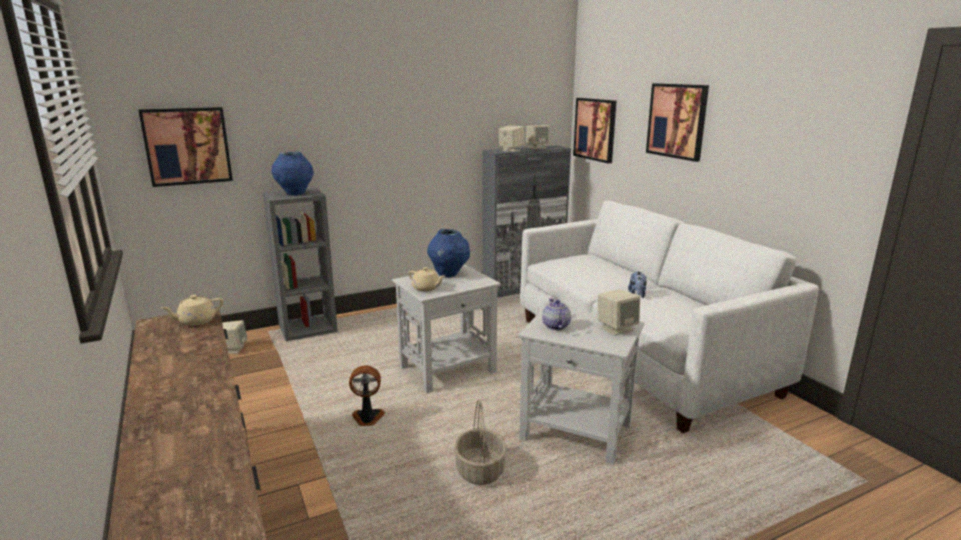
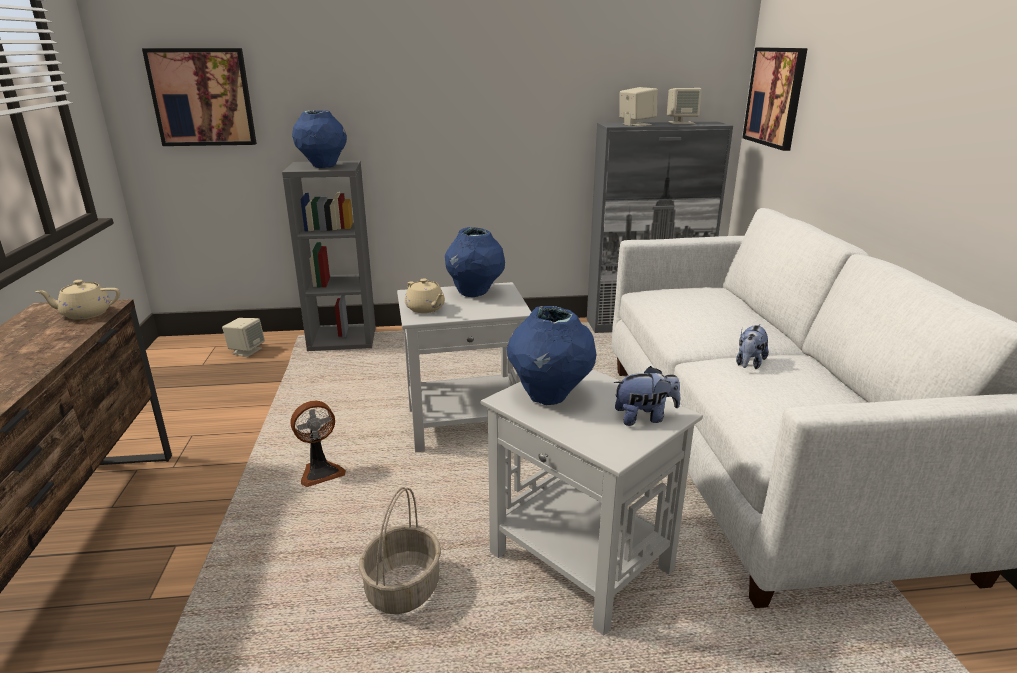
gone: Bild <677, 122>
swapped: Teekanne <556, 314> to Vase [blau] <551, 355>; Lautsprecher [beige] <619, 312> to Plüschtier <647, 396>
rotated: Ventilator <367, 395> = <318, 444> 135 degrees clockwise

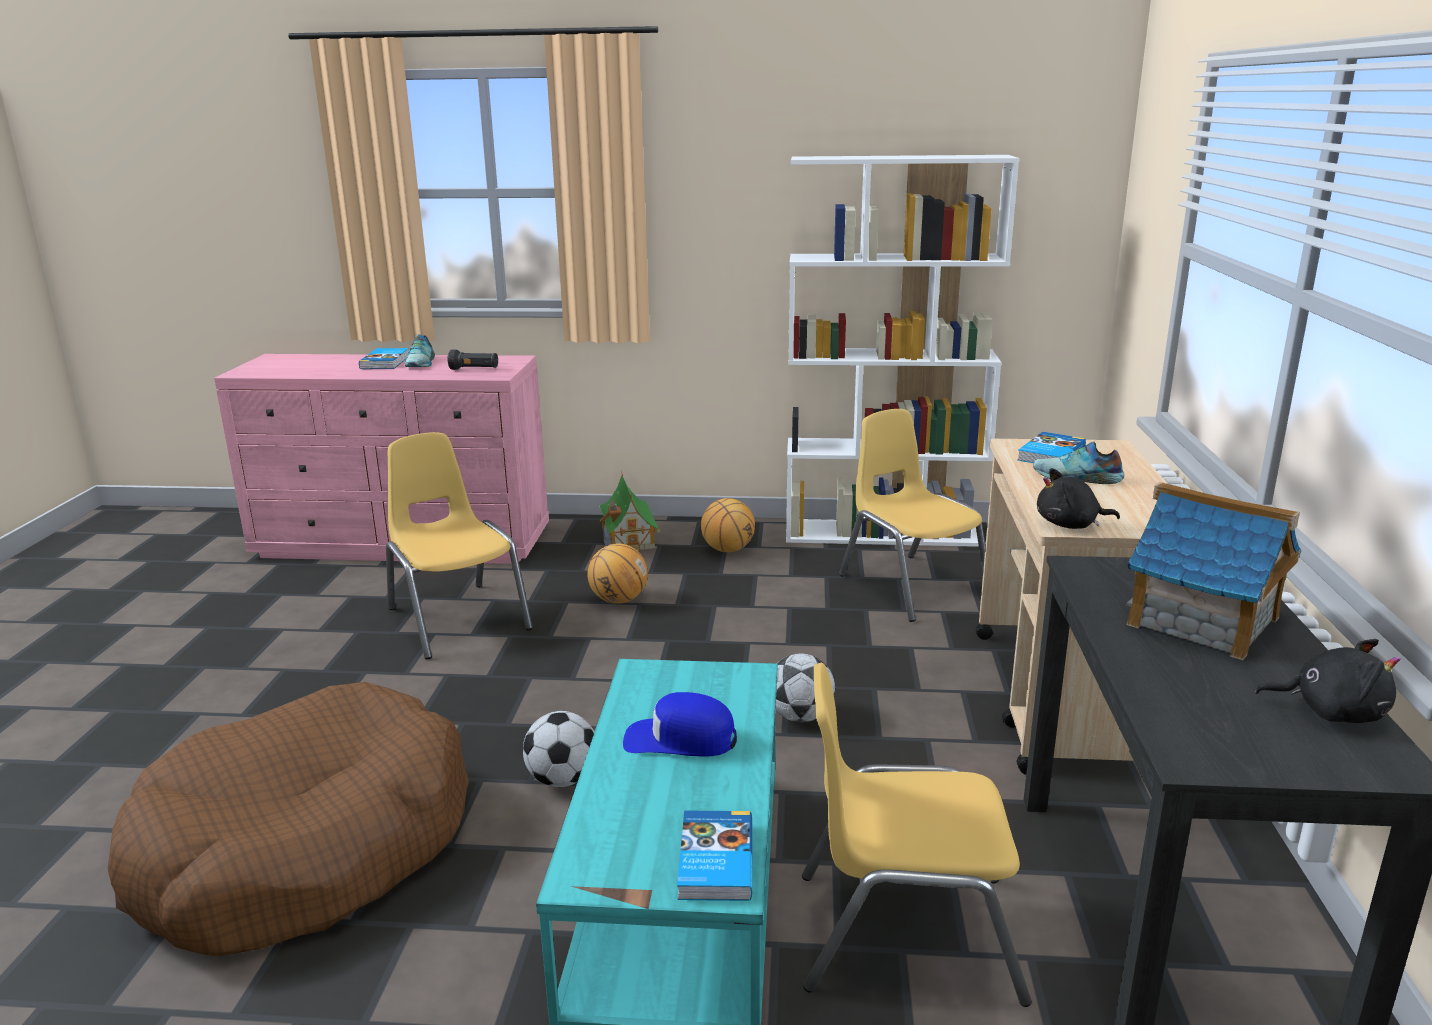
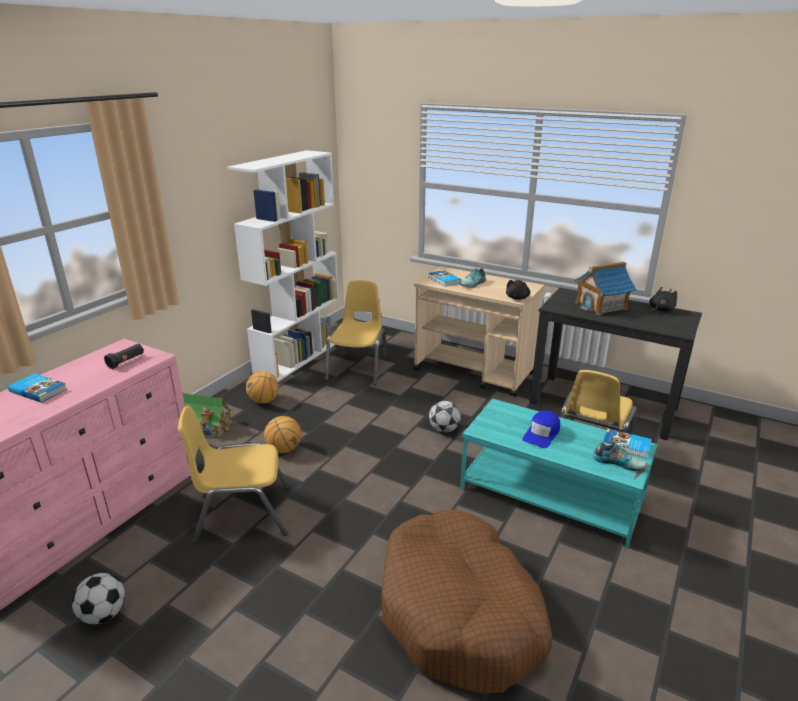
shifted: Schuh <420, 350> to <620, 456>; Fußball <558, 749> to <98, 598>
rotated: Stuhl [gelb] <912, 515> = <356, 333> 105 degrees clockwise

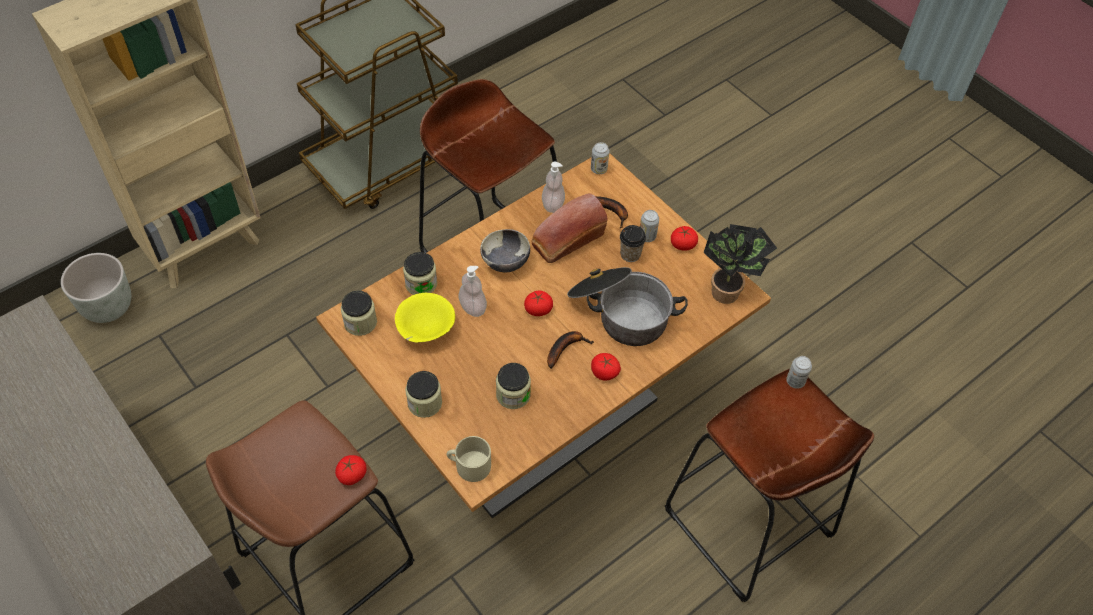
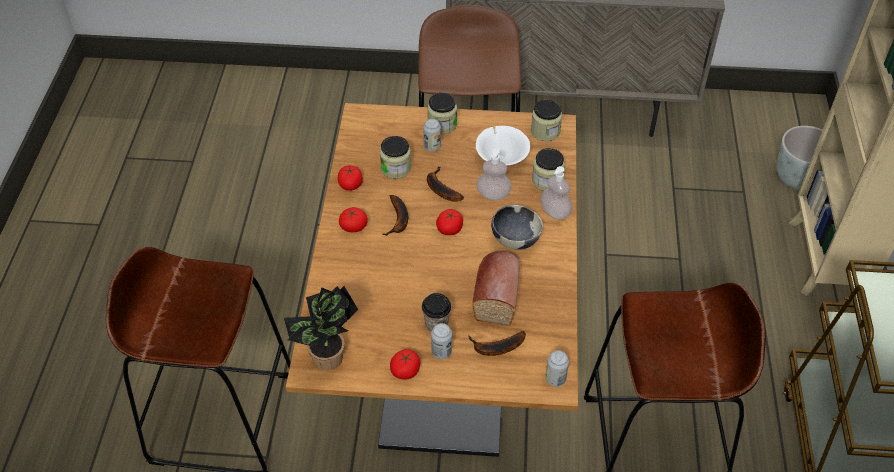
gone: Henkelbecher [beige] <469, 459>; Kochtopf <627, 306>
new: Banane <445, 184>
shifted: Tomate <351, 470> to <350, 178>; Seifenspender <553, 187> to <556, 193>; Dose <799, 372> to <432, 135>
repainted: Schüssel [gelb] <425, 317> to Schüssel [weiß] <503, 146>

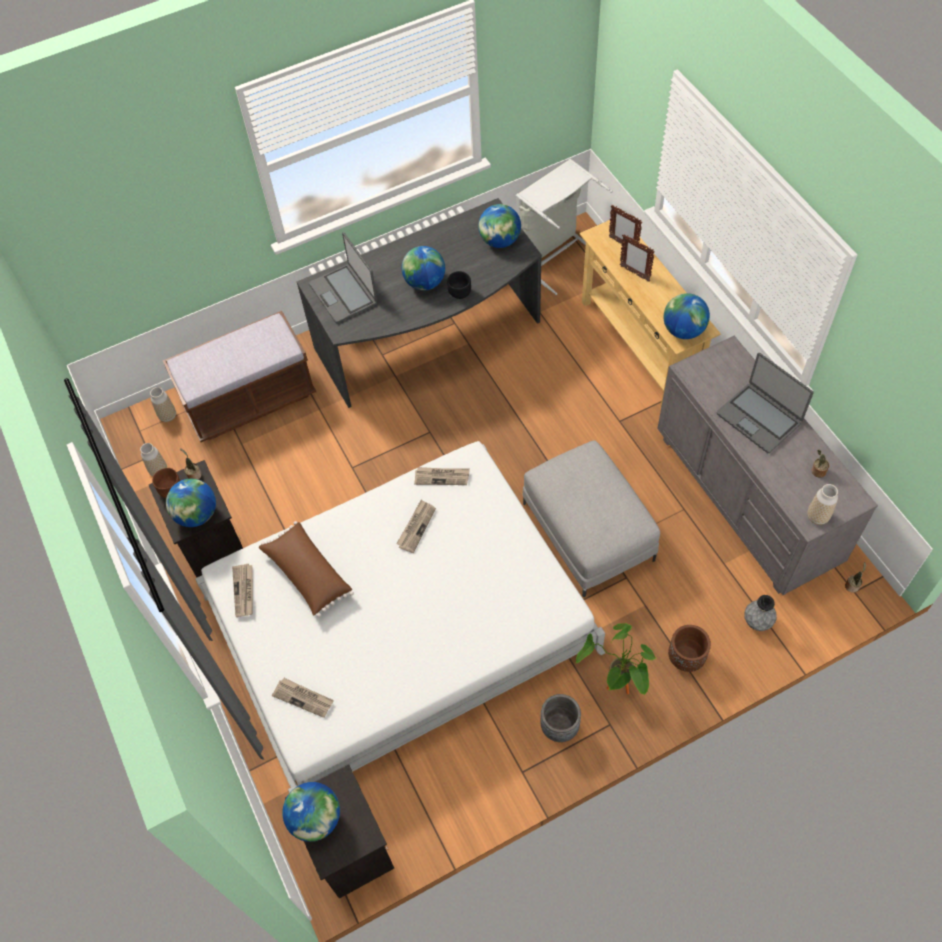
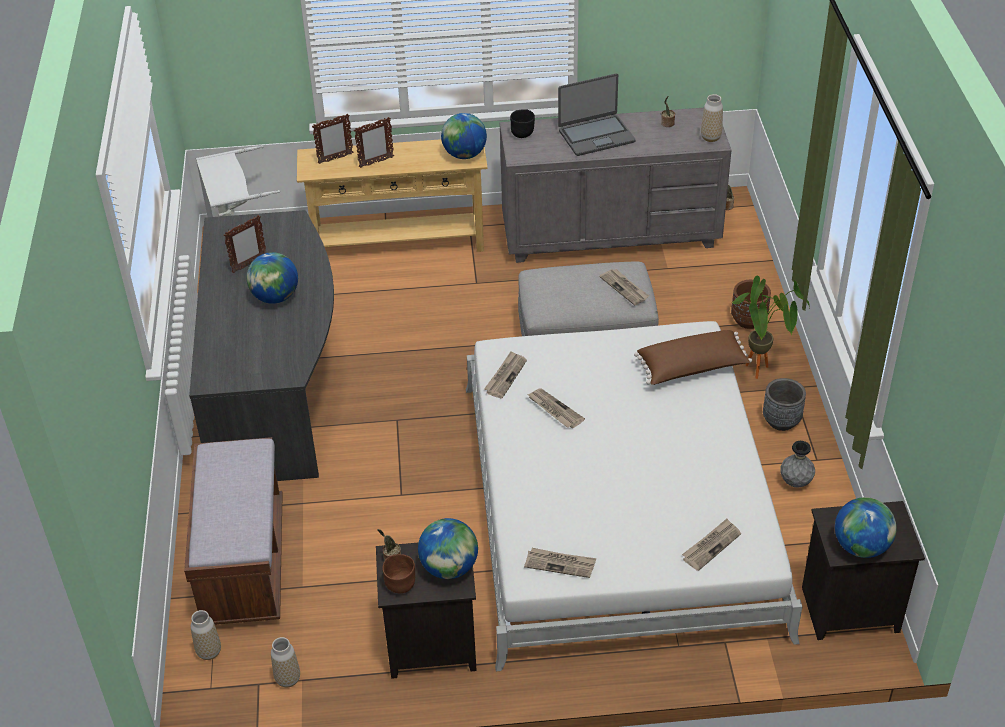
gone: Laptop <343, 277>; Globus <499, 226>
new: Bilderrahmen <245, 244>; Zeitung <624, 287>
shifted: Kissen [braun] <306, 569> to <693, 357>; Schüssel [schwarz] <459, 285> to <522, 123>; Vase [grau] <760, 613> to <797, 464>

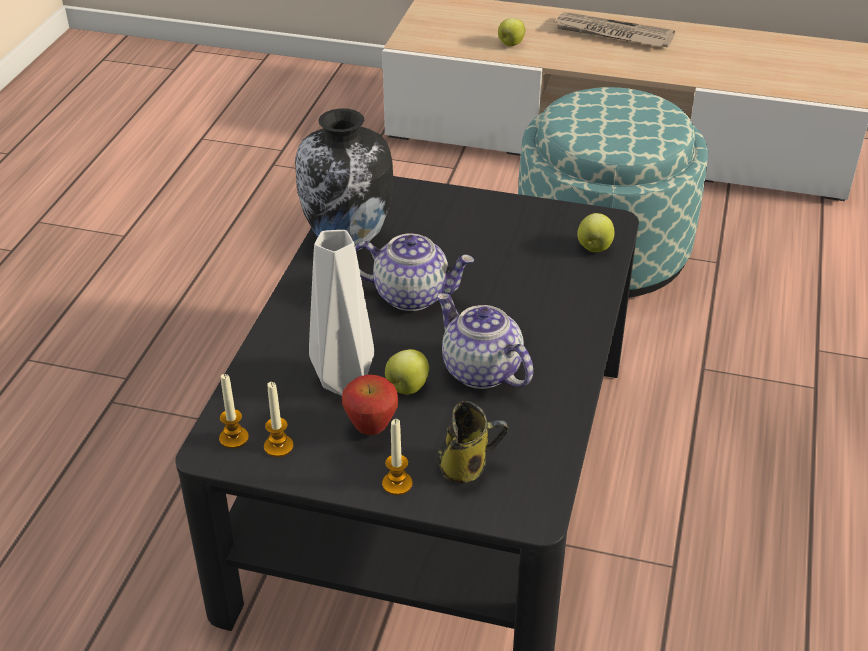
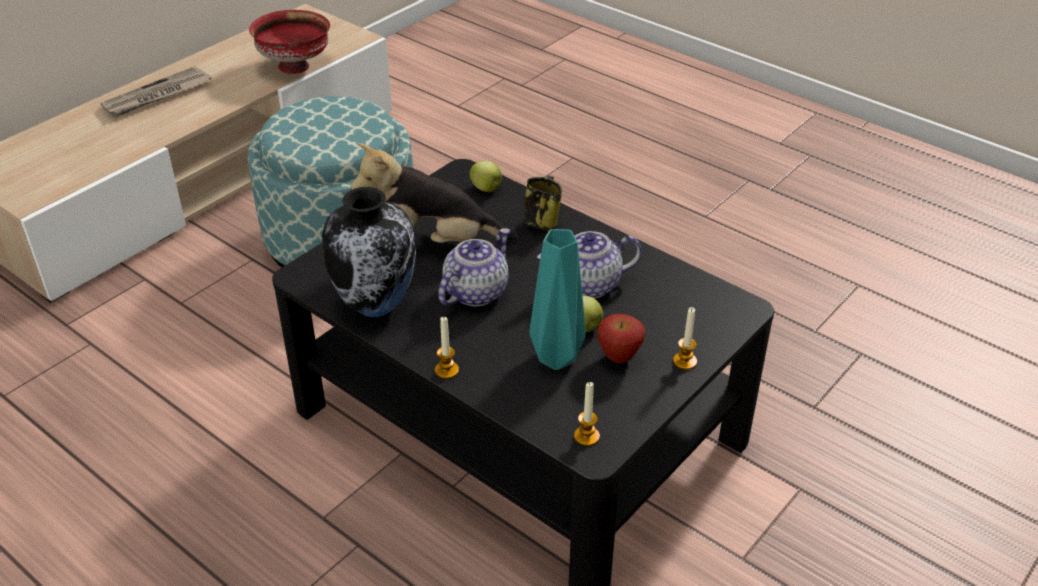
gone: Apfel <512, 32>
new: Schüssel [rot] <289, 42>; Plüschtier <434, 193>
shifted: Kerze <279, 419> to <447, 348>; Henkelbecher <472, 442> to <543, 203>
repainted: Vase [weiß] <341, 313> to Vase [türkis] <557, 299>

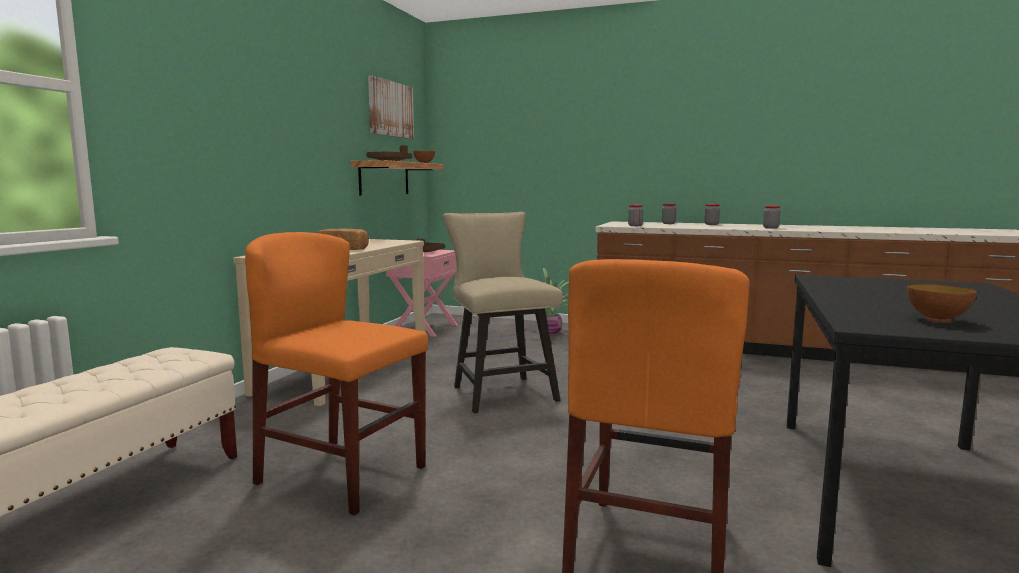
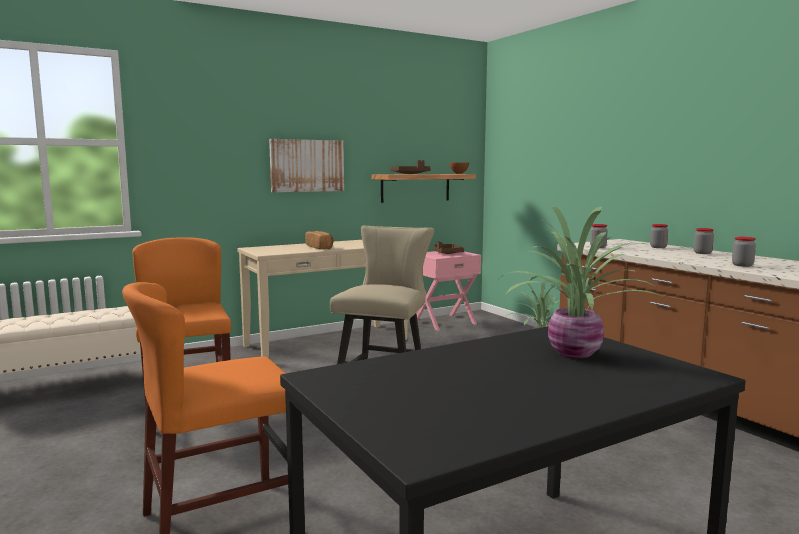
gone: Schüssel <942, 303>
new: Topfpflanze <584, 282>
shifted: Bild <391, 107> to <306, 165>

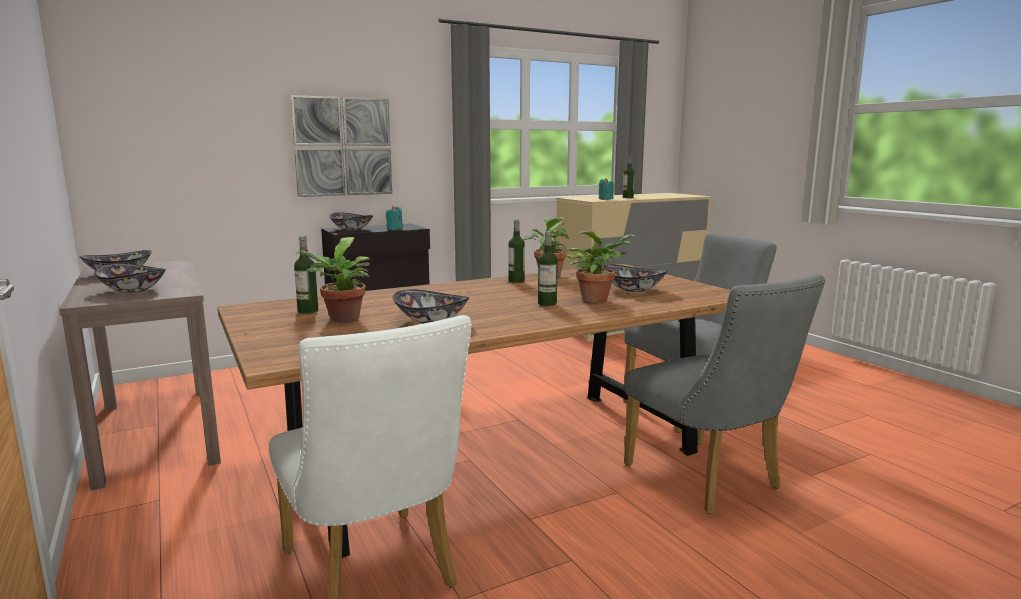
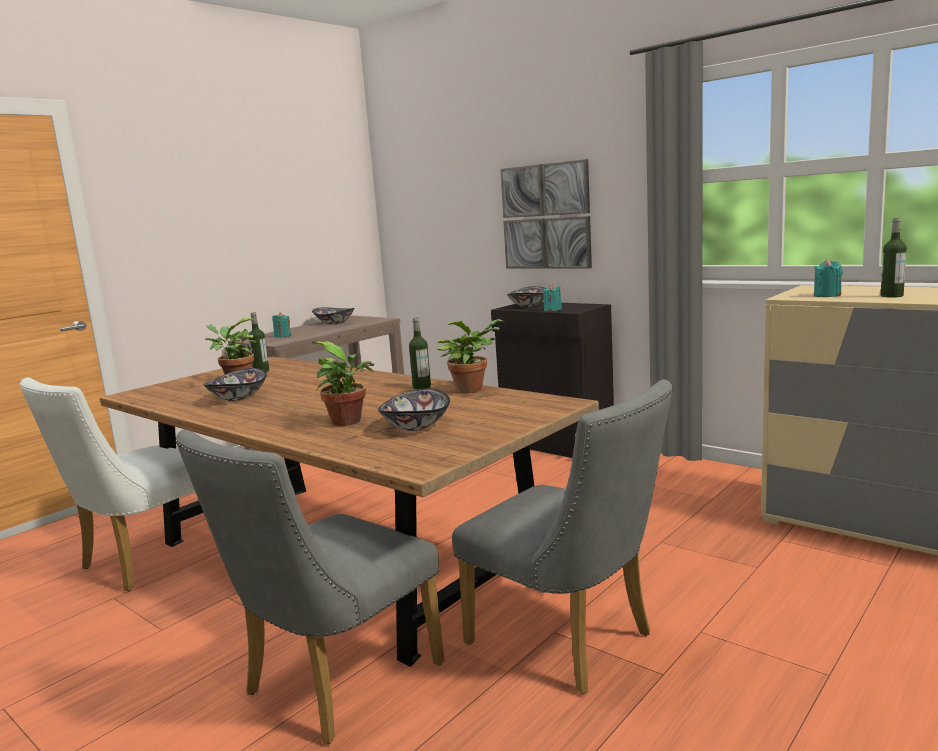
gone: Flasche <548, 269>
swapped: Schüssel <130, 278> to Kerze [türkis] <281, 325>

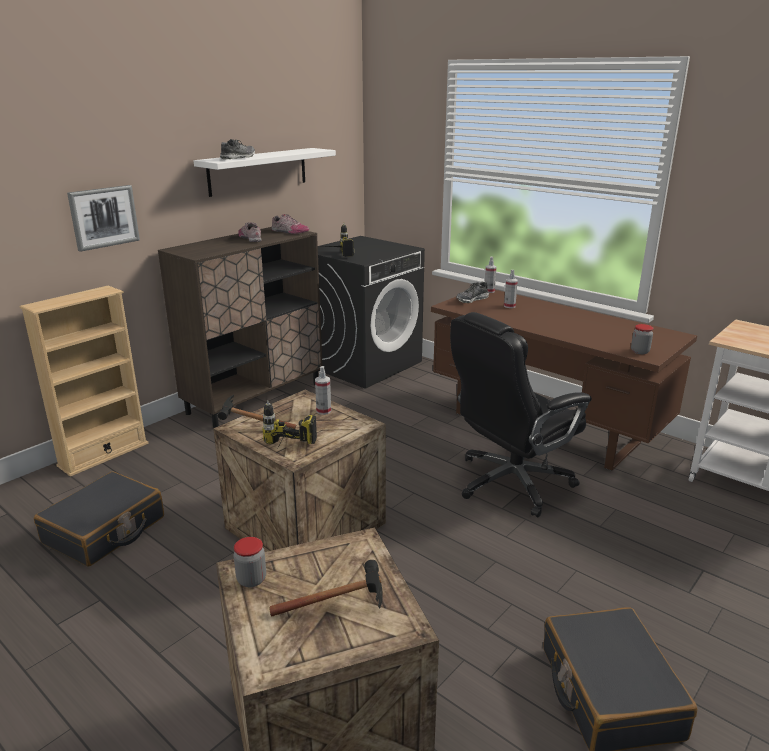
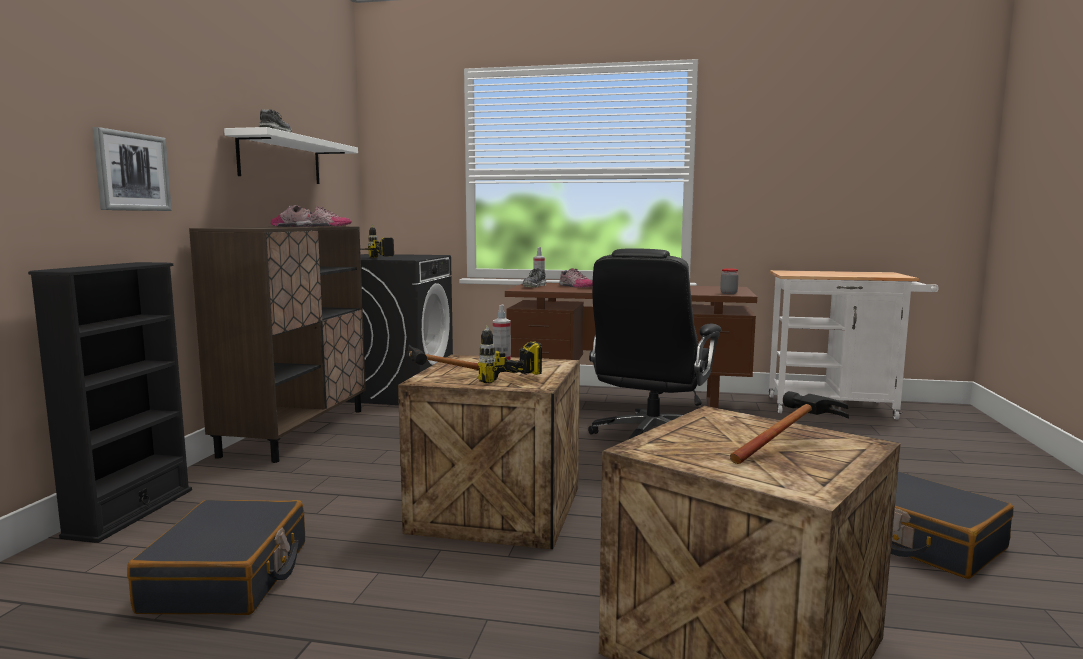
gone: Vorratsglas <250, 562>
swapped: Sprühflasche <511, 289> to Schuh <576, 278>
repainted: Bücherregal [beige] <84, 381> to Bücherregal [schwarz] <110, 402>

